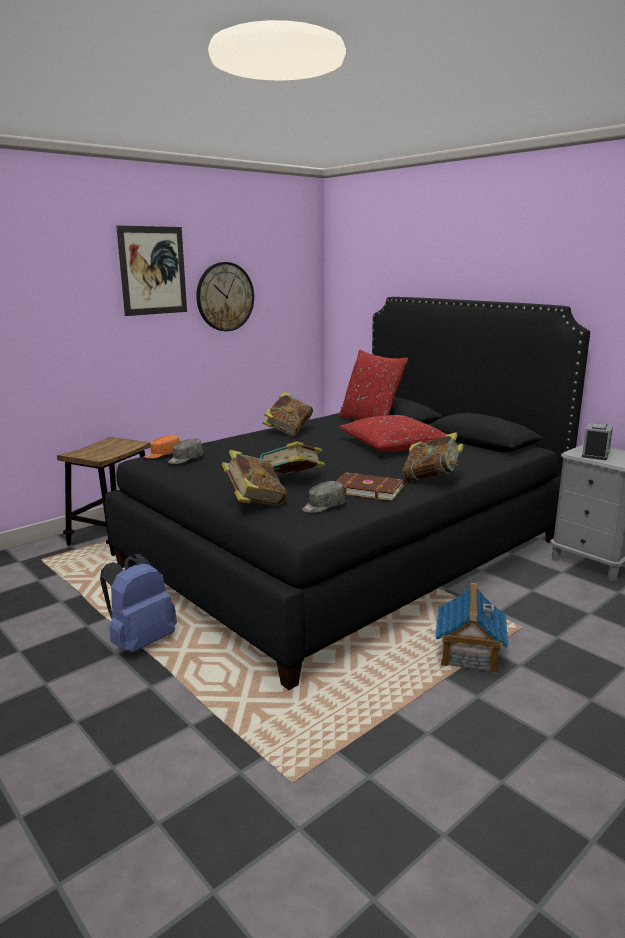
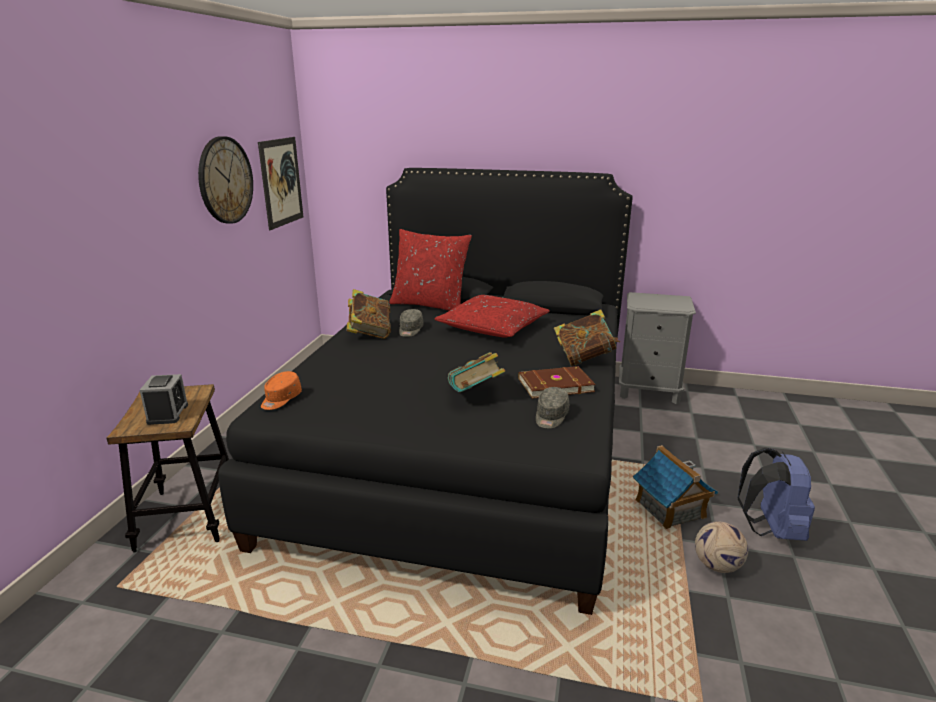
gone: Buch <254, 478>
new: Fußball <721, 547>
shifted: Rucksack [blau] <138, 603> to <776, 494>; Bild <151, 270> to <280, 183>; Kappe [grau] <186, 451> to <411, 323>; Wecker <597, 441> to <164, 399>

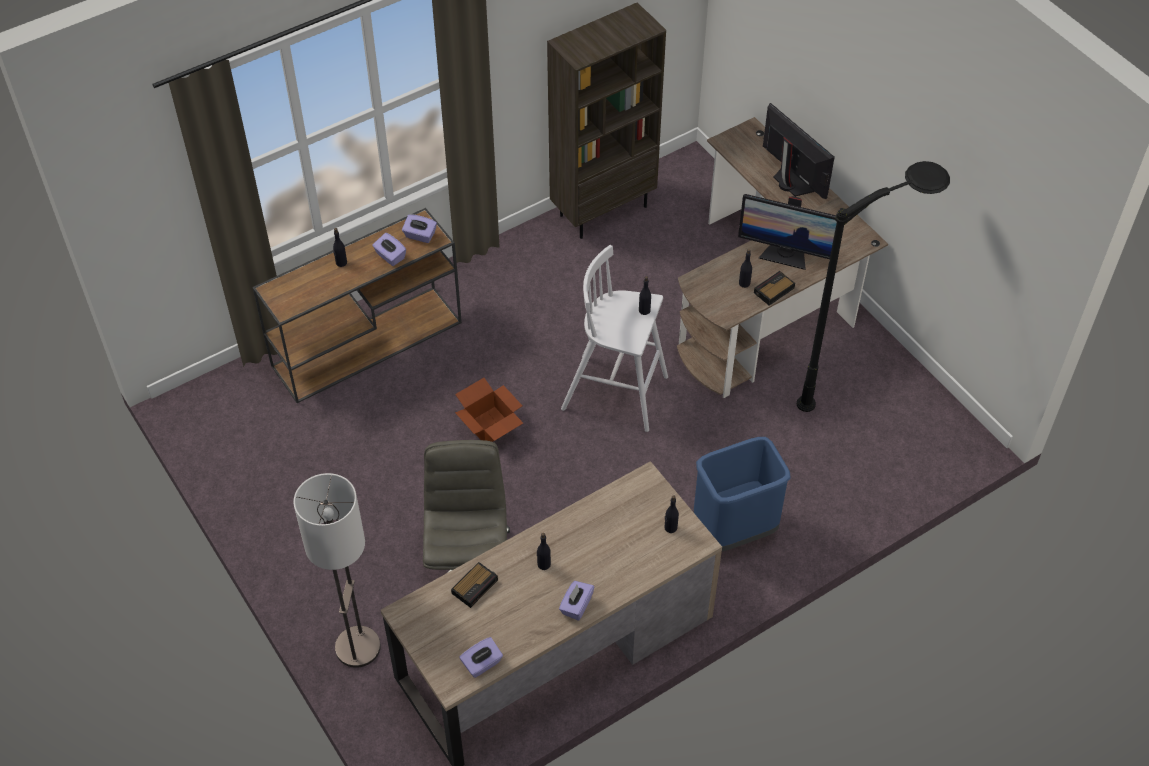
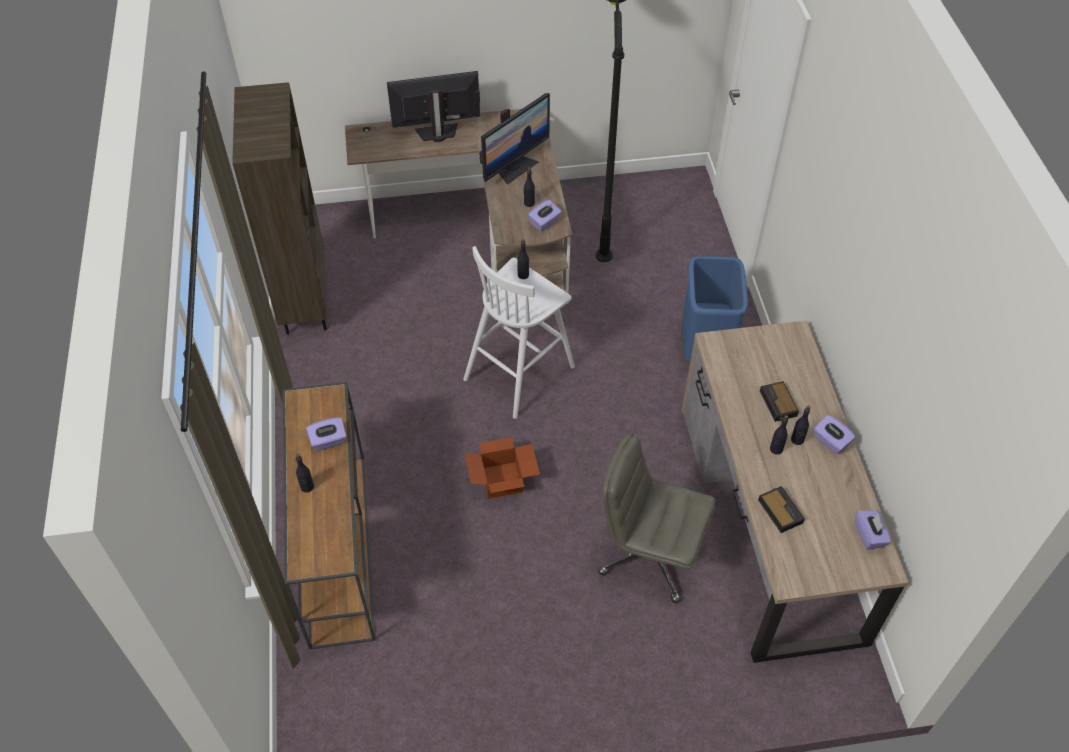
gone: Stehlampe <337, 570>
shifted: Taschentuchbox [lila] <419, 229> to <544, 216>; Flasche [schwarz] <672, 514> to <800, 425>; Wecker <774, 288> to <779, 401>

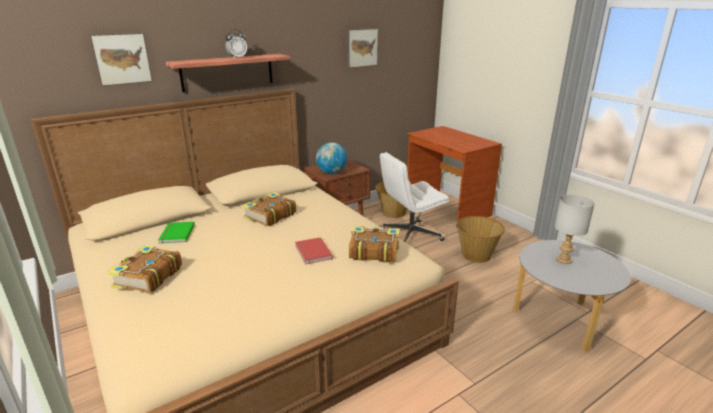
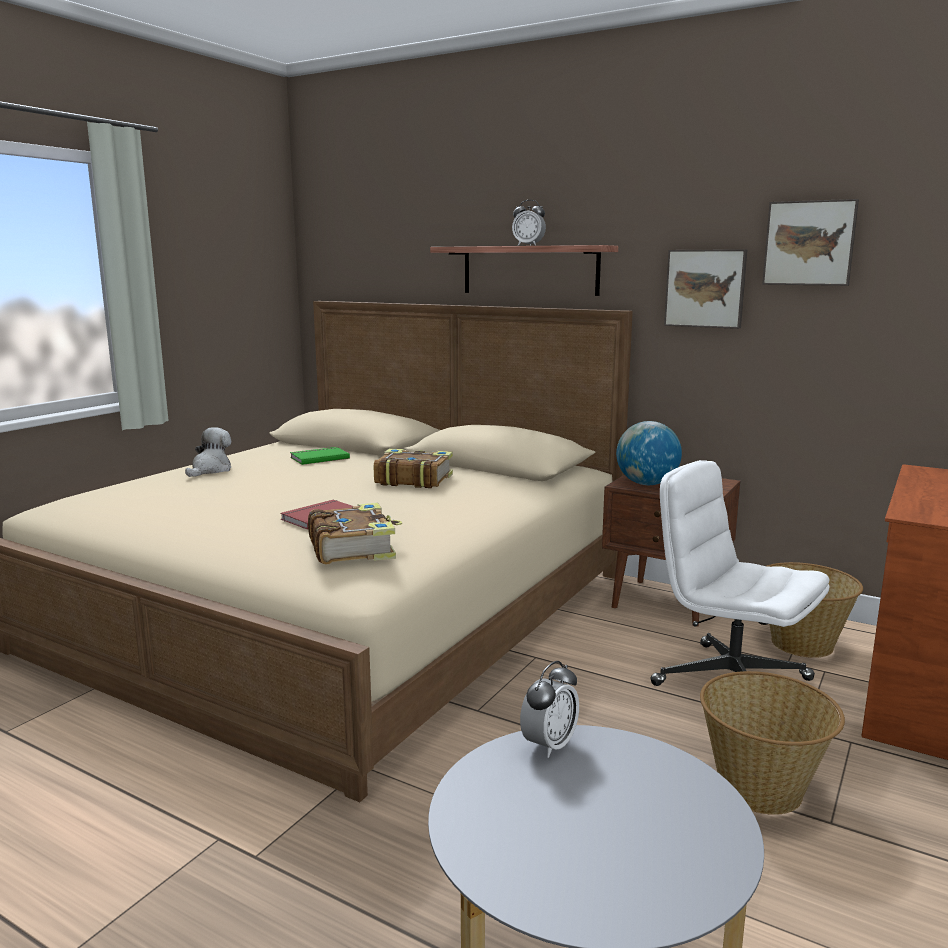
gone: Tischlampe [grau] <574, 229>
new: Wecker <549, 709>
shifted: Bild <121, 59> to <706, 289>
swapped: Buch <144, 269> to Plüschtier <208, 452>

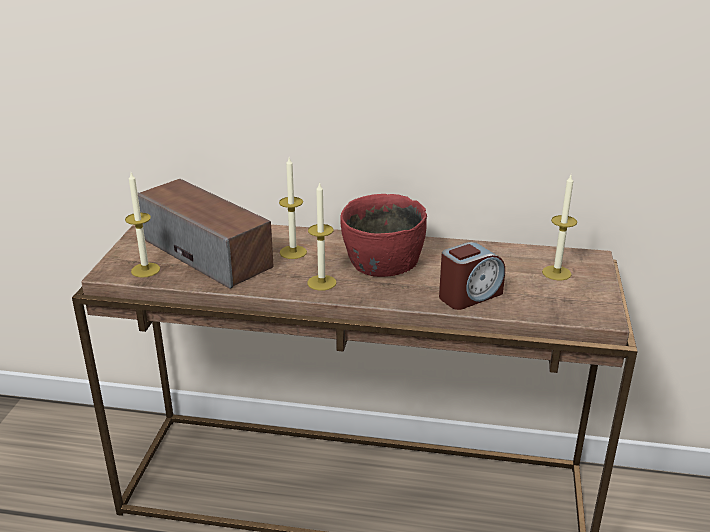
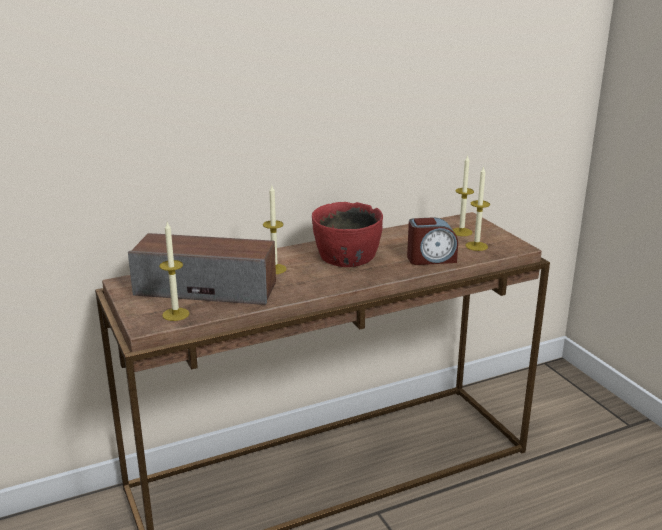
shifted: Kerze <321, 236> to <478, 208>
rotated: Wecker <472, 276> = <432, 241> 60 degrees clockwise

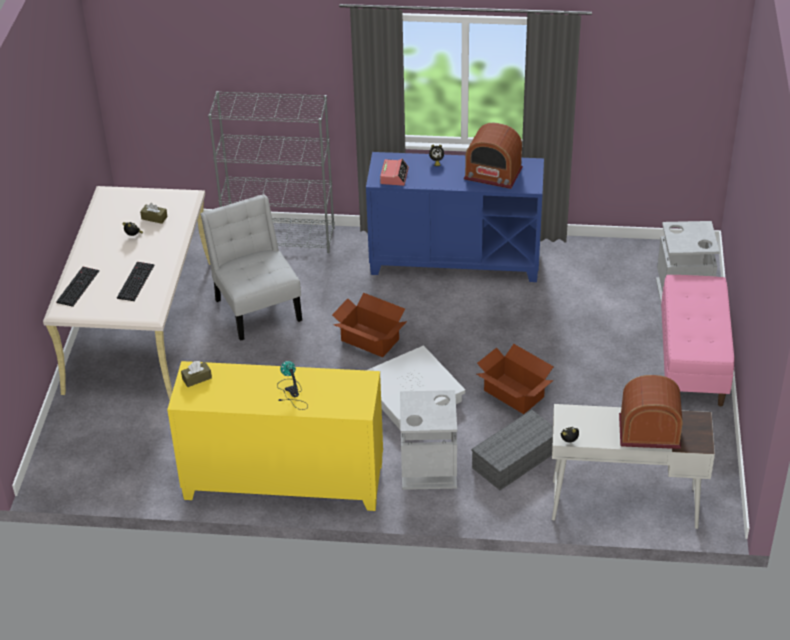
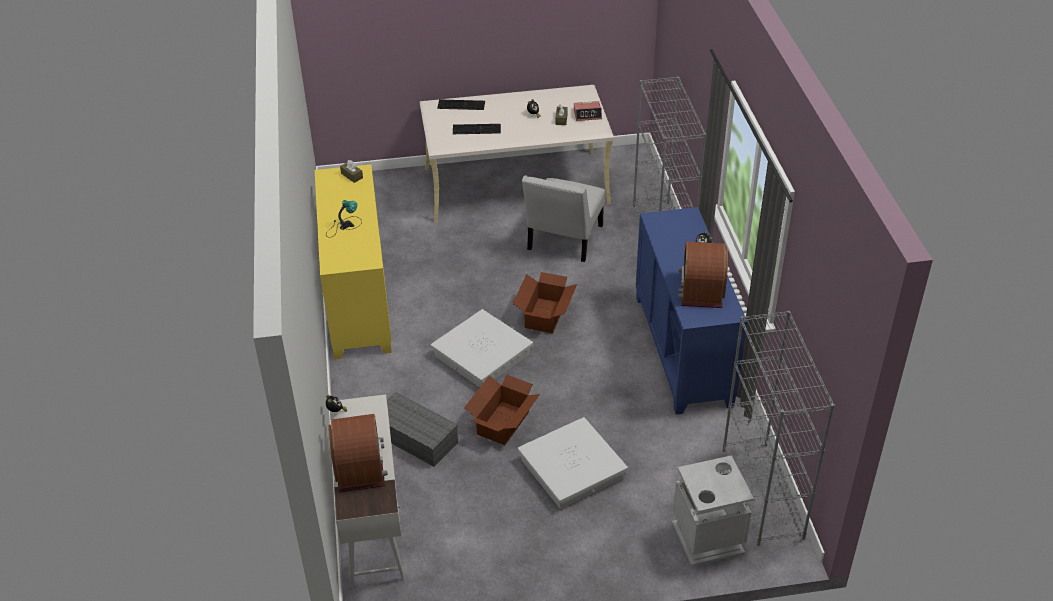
gone: Mülleimer [grau] <428, 440>; Bank [rosa] <697, 340>
new: Aufbewahrungsbox [weiß] <573, 463>; Bücherregal [grau] <779, 428>
shifted: Wecker <394, 172> to <588, 111>
rotated: Stuhl [weiß] <251, 267> = <563, 218> 150 degrees clockwise

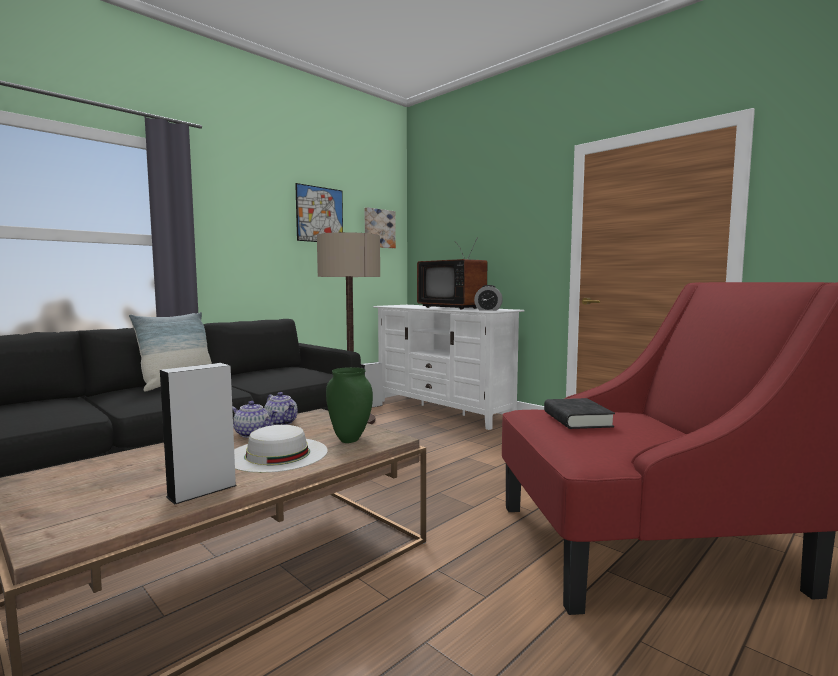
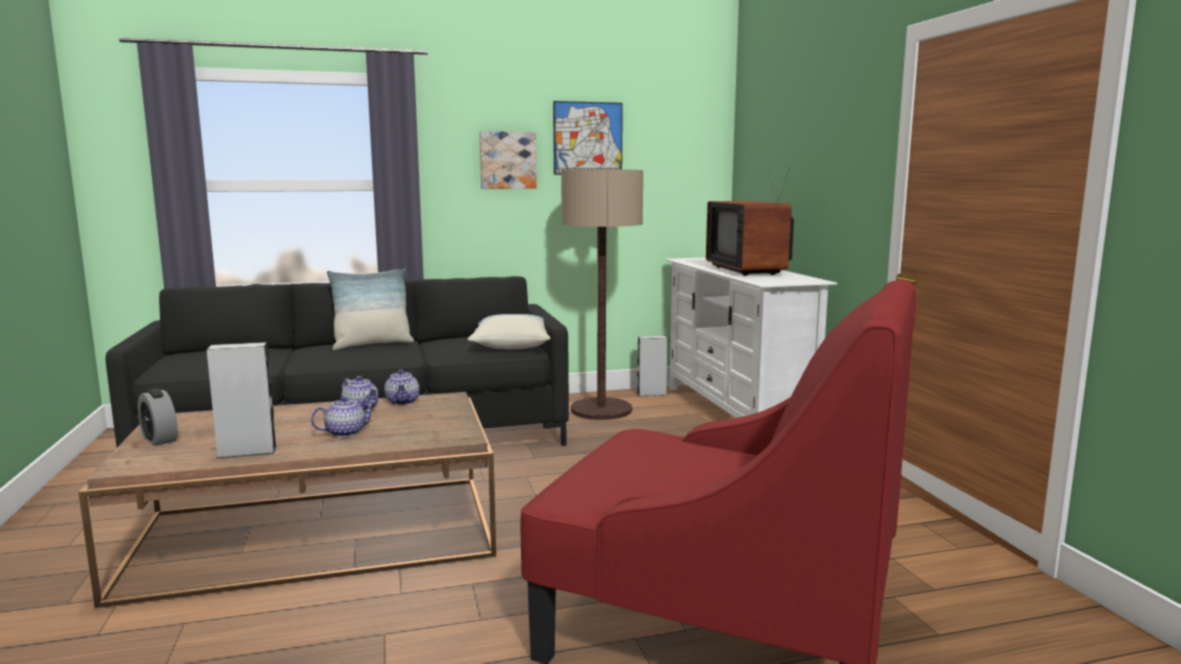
gone: Vase [grün] <349, 405>; Buch [schwarz] <579, 413>
new: Kissen <509, 331>
shifted: Bild <380, 227> to <508, 160>; Wecker <488, 298> to <158, 417>
swapped: Hut [weiß] <280, 449> to Teekanne <343, 416>

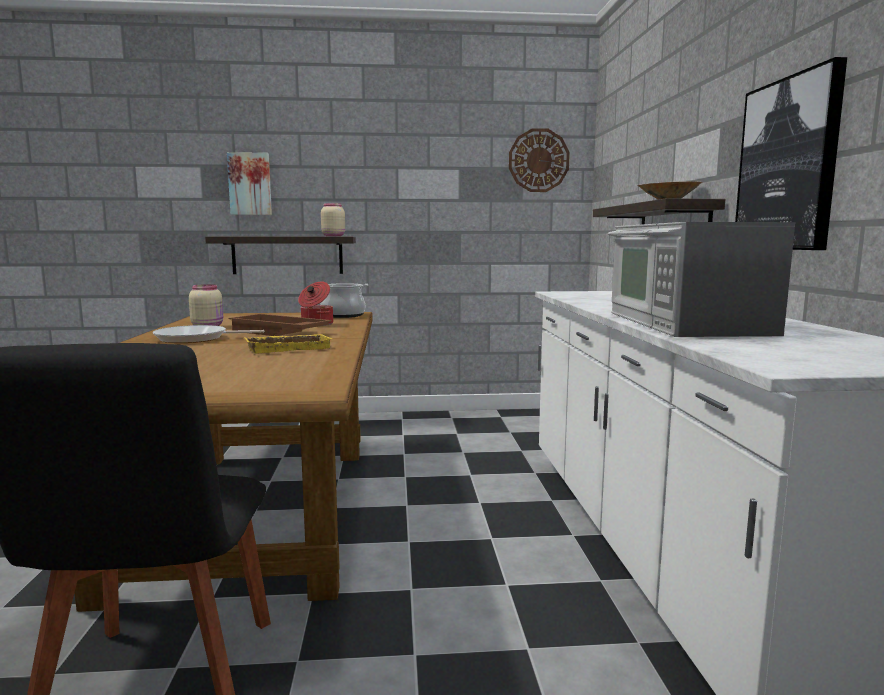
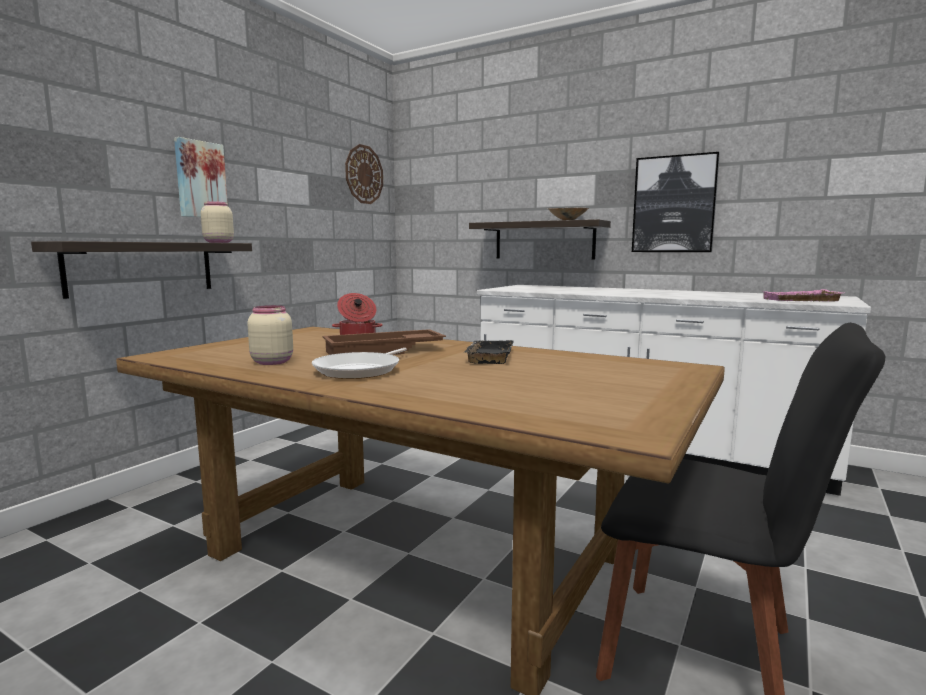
gone: Kochtopf <344, 300>; Mikrowelle <701, 279>
new: Tablett [rosa] <802, 295>
shifted: Bild <249, 183> to <201, 177>
repainted: Tablett [gelb] <287, 344> to Tablett [schwarz] <489, 352>

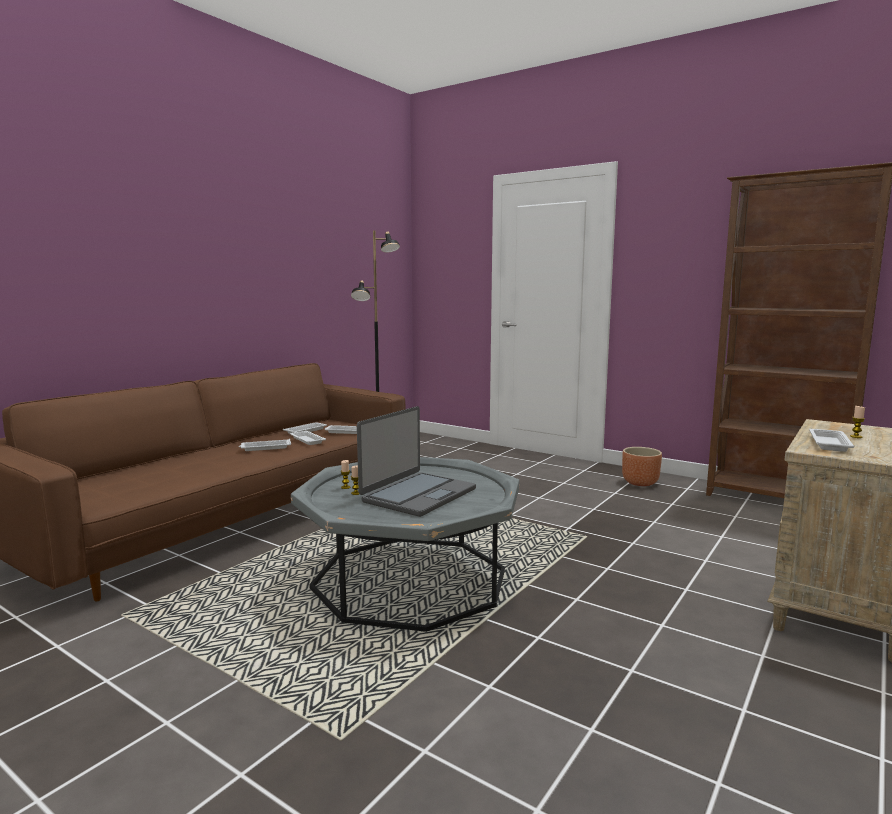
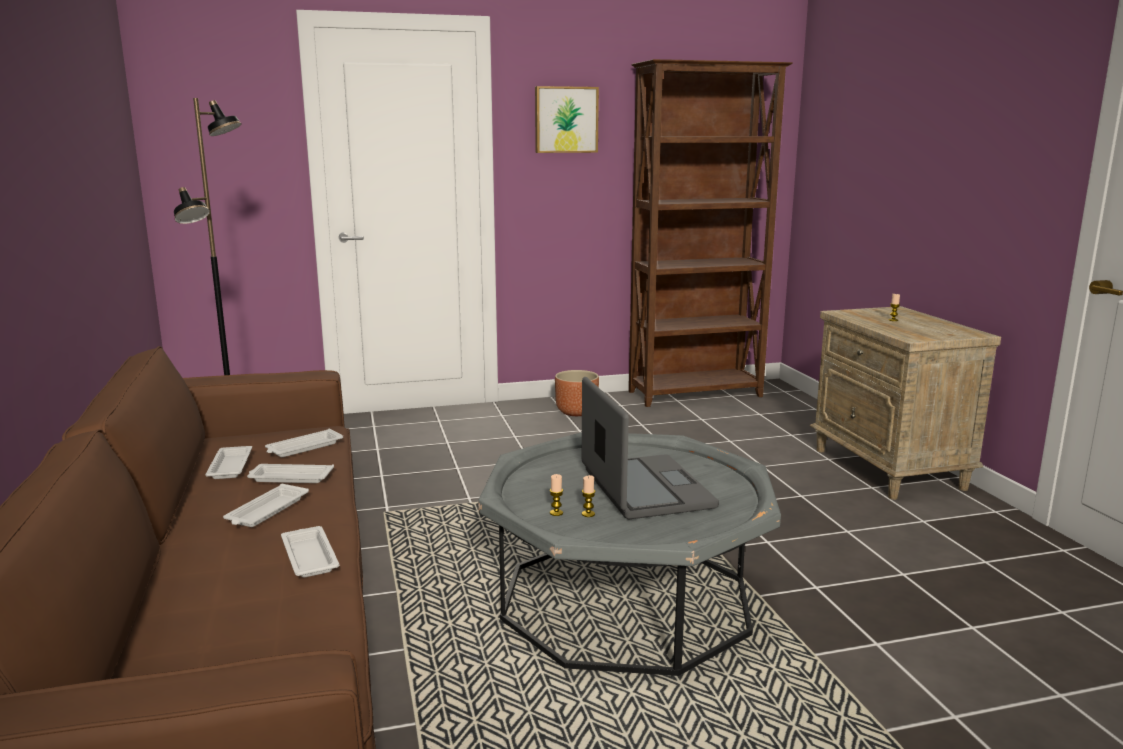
new: Bild <567, 119>
shifted: Tablett [weiß] <831, 440> to <310, 551>

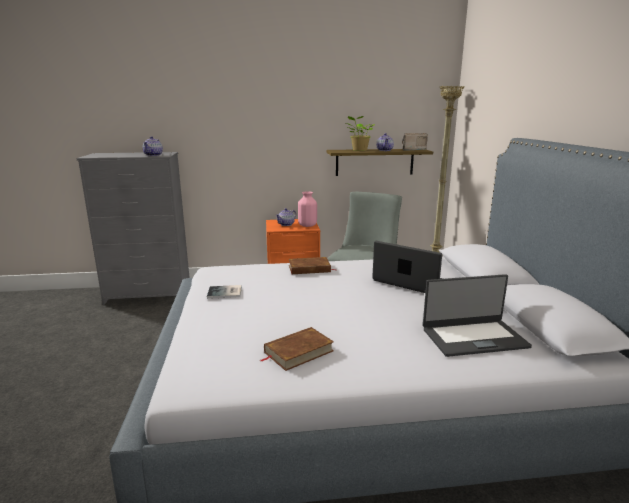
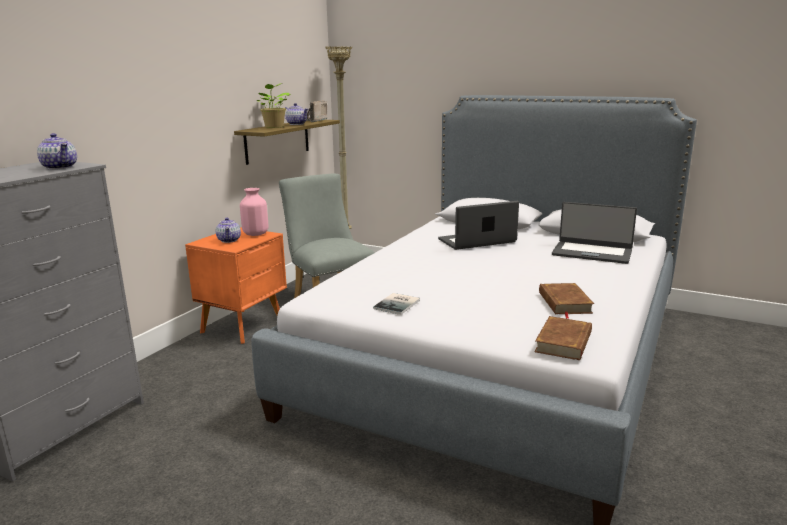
shifted: Buch [braun] <313, 265> to <563, 338>
rotated: Laptop <477, 315> = <594, 233> 90 degrees clockwise

